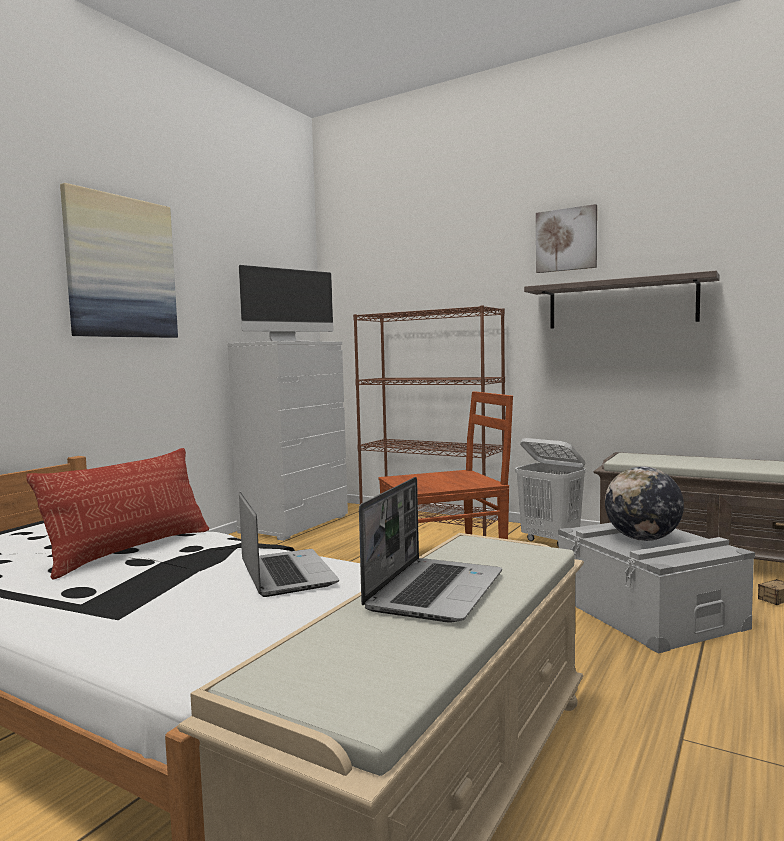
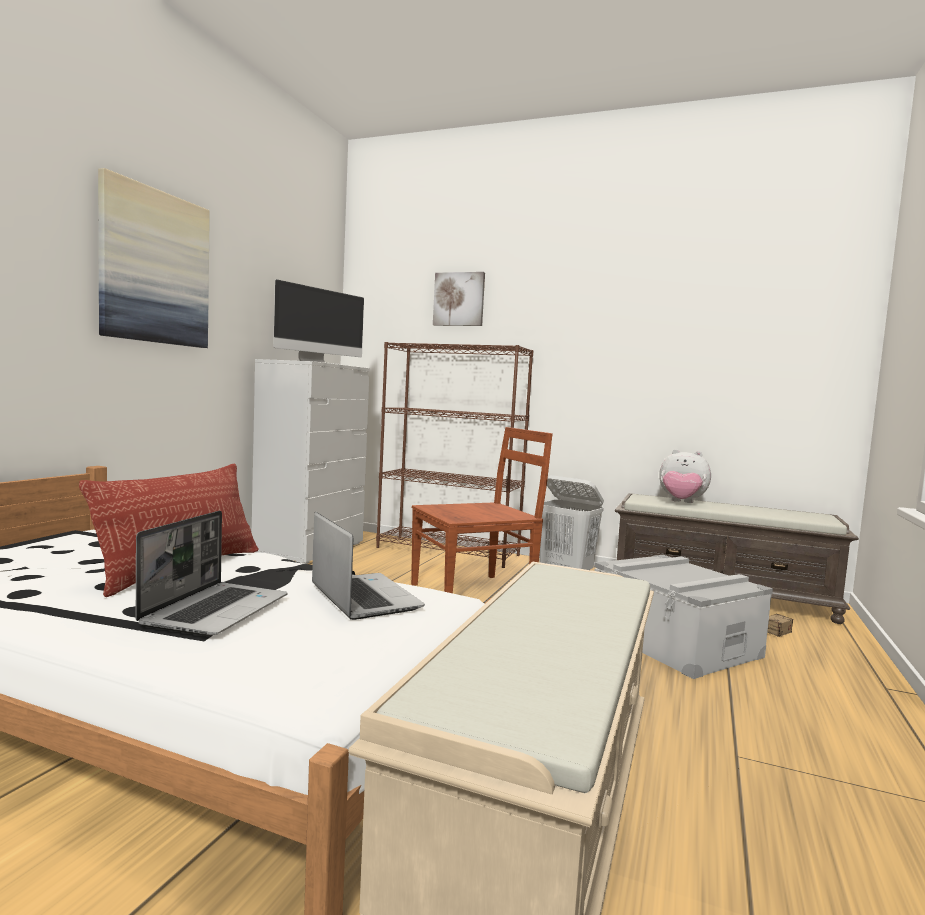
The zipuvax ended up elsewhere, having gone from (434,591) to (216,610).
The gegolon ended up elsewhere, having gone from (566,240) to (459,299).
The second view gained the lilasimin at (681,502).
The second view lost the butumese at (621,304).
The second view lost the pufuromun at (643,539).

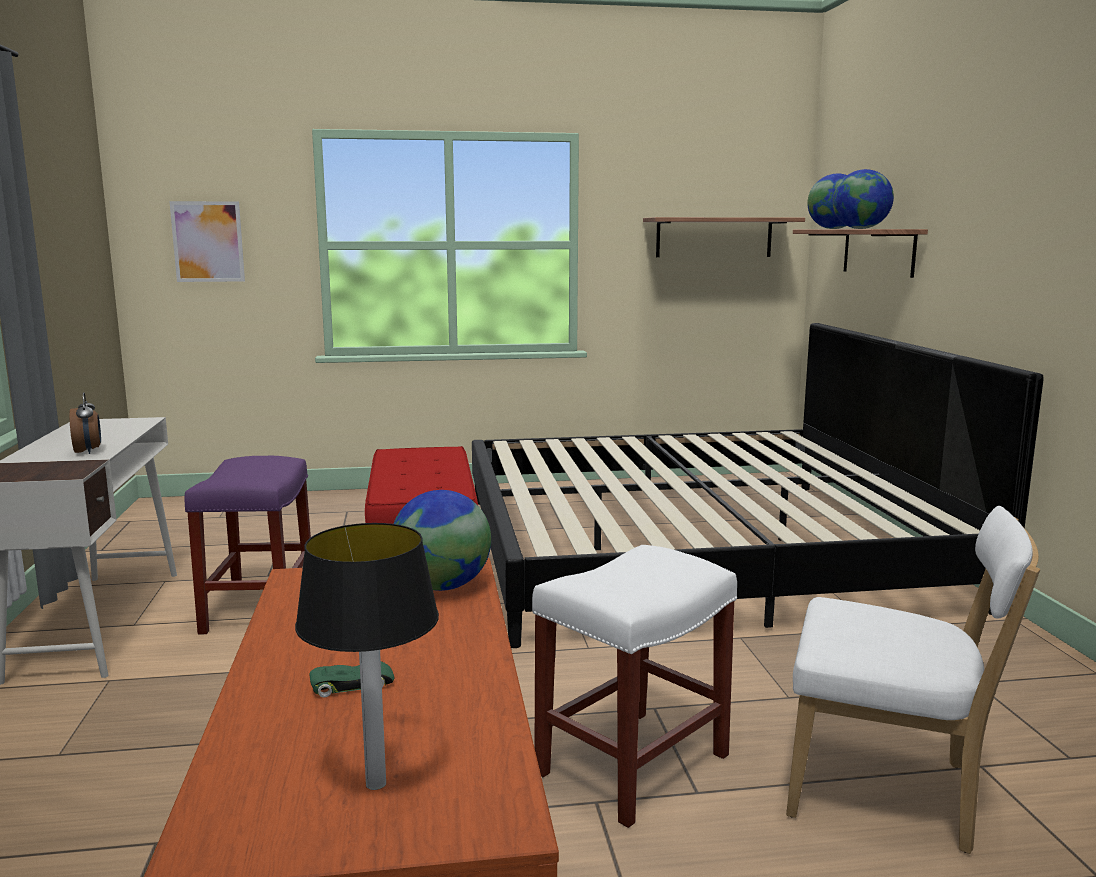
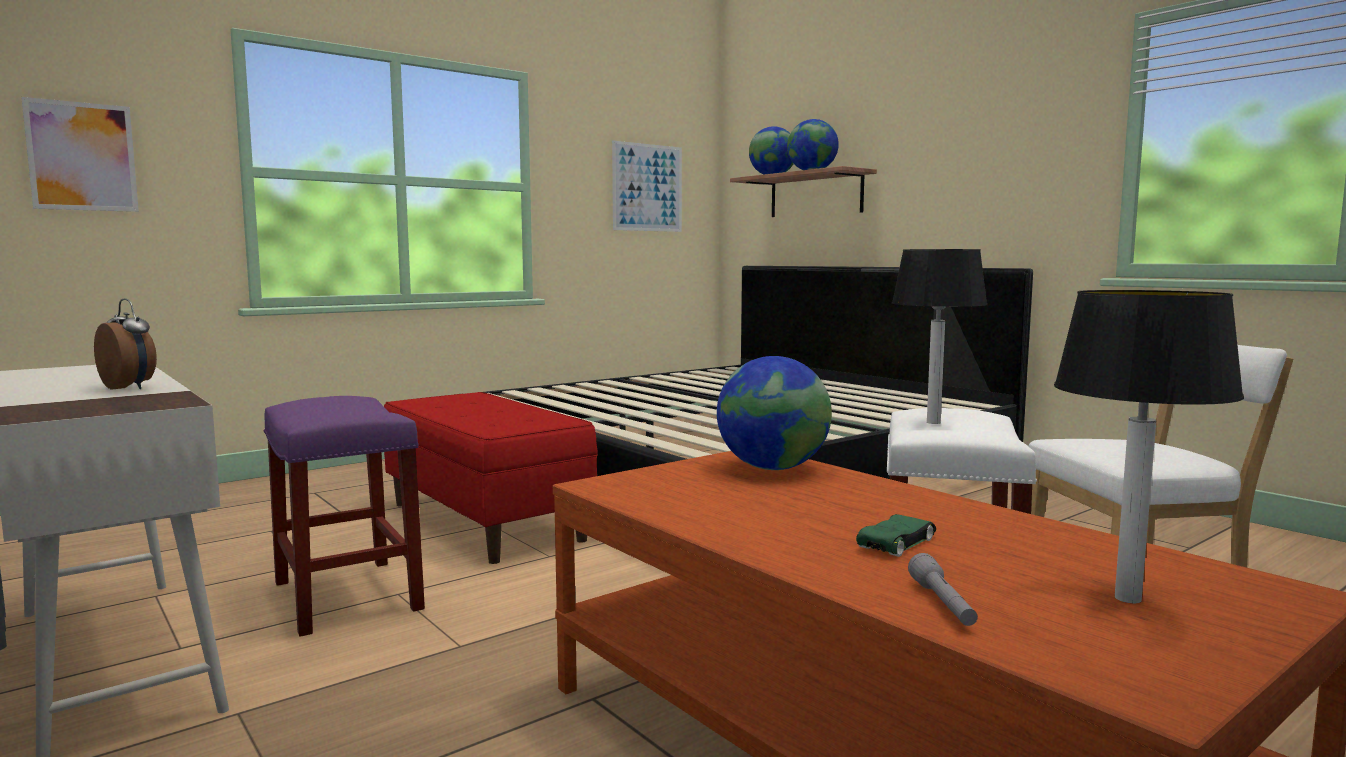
Where the butumese hung at (714,237), the gegolon came to hang at (647,187).
The second view gained the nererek at (934,422).
The second view gained the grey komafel at (942,604).

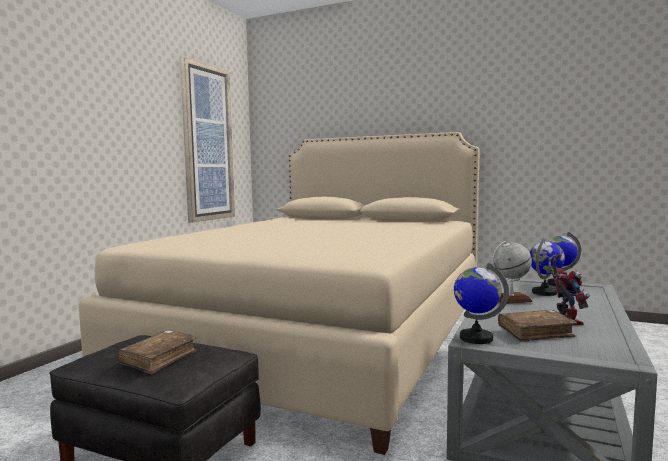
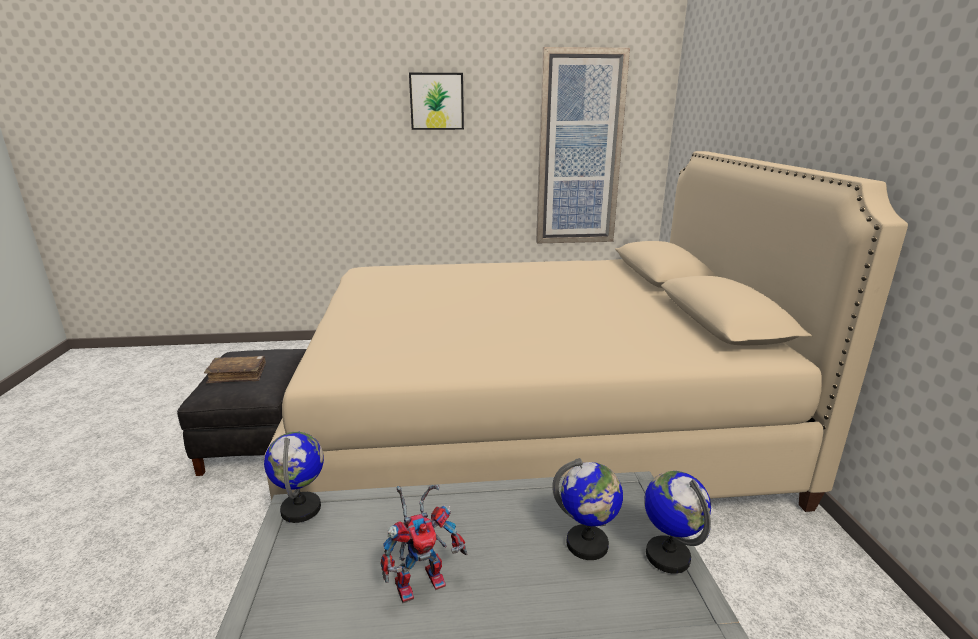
The second view gained the gegolon at (436,101).
The second view lost the pufuromun at (510,300).
The second view lost the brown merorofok at (535,333).

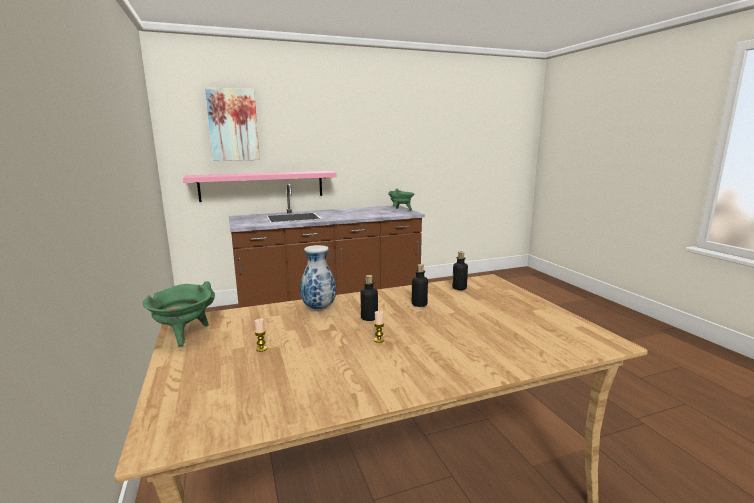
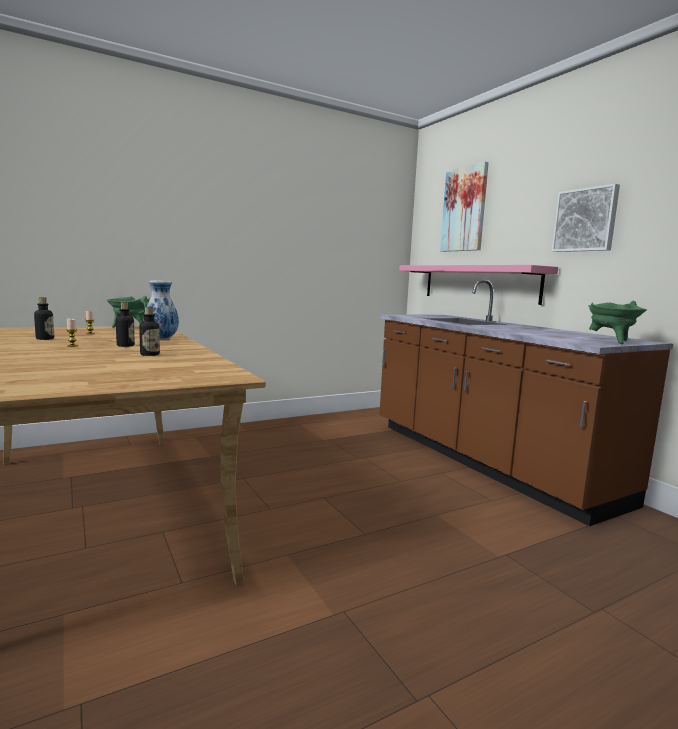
The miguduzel ended up elsewhere, having gone from (459,288) to (45,339).
The second view gained the gegolon at (585,220).

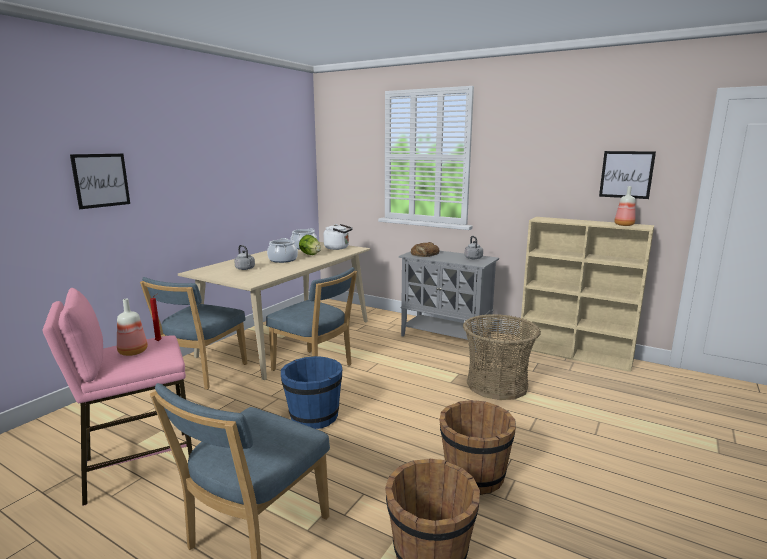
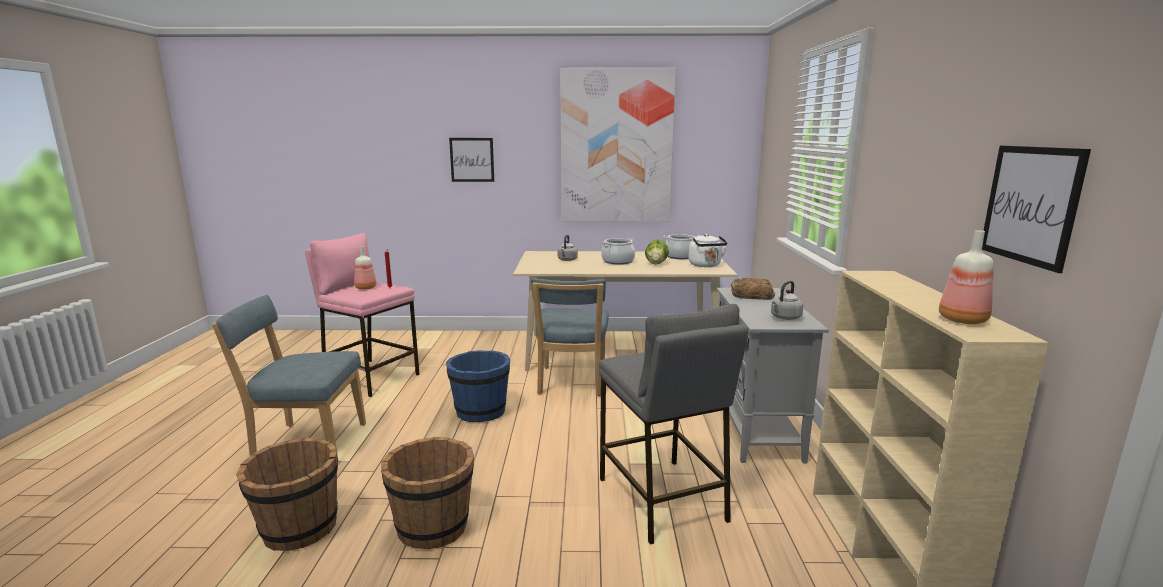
The second view gained the gegolon at (616,147).
Where the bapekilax stood at (497,385), the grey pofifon came to stand at (662,499).
The second view lost the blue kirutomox at (202,373).

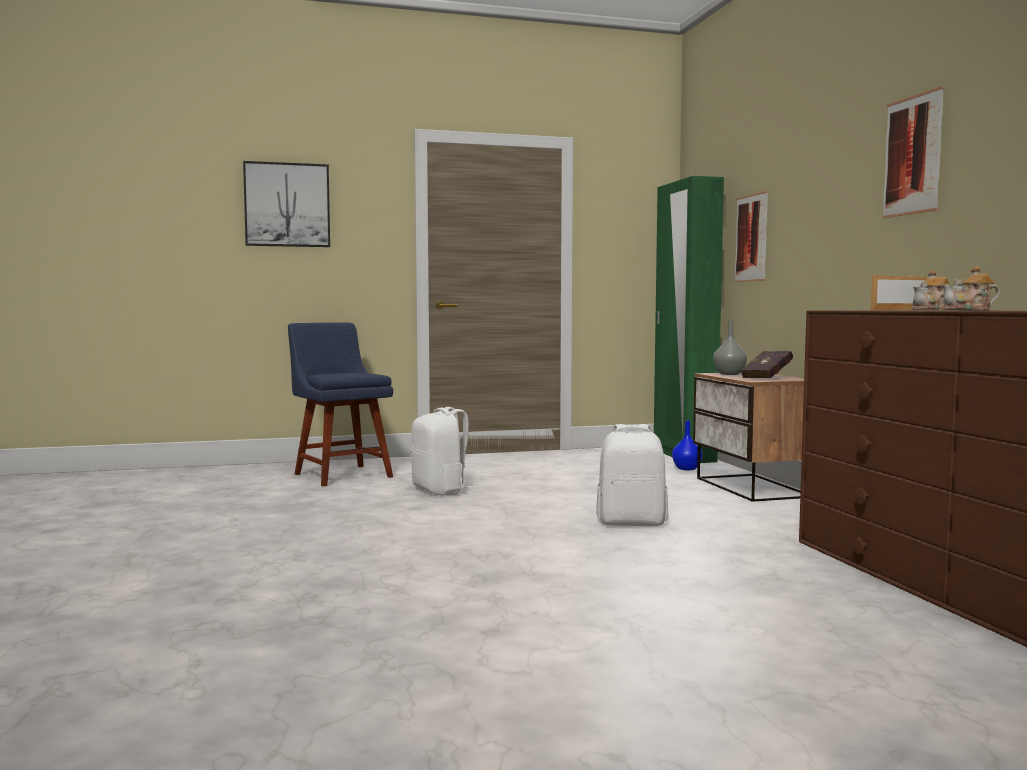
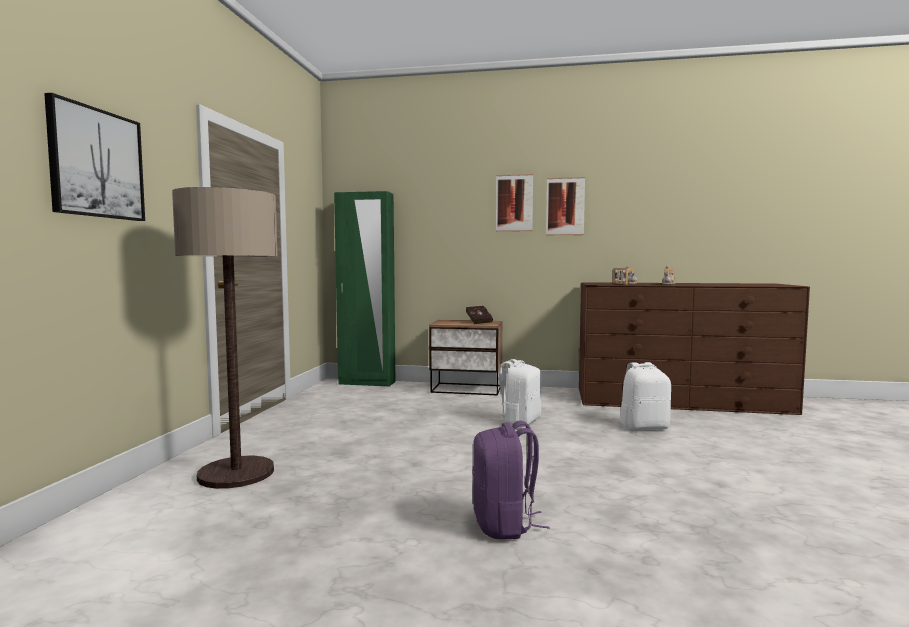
Where the blue kirutomox stood at (341,474), the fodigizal came to stand at (236,473).
The second view gained the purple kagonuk at (504,525).
The gegolon ended up elsewhere, having gone from (751,238) to (514,203).
The white kagonuk ended up elsewhere, having gone from (441,490) to (644,427).
The second view lost the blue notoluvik at (687,468).
The second view lost the grey notoluvik at (729,374).

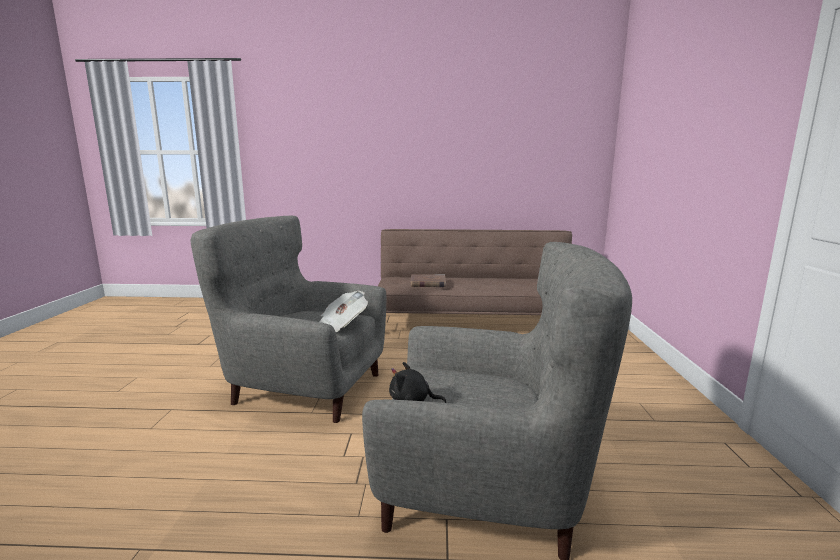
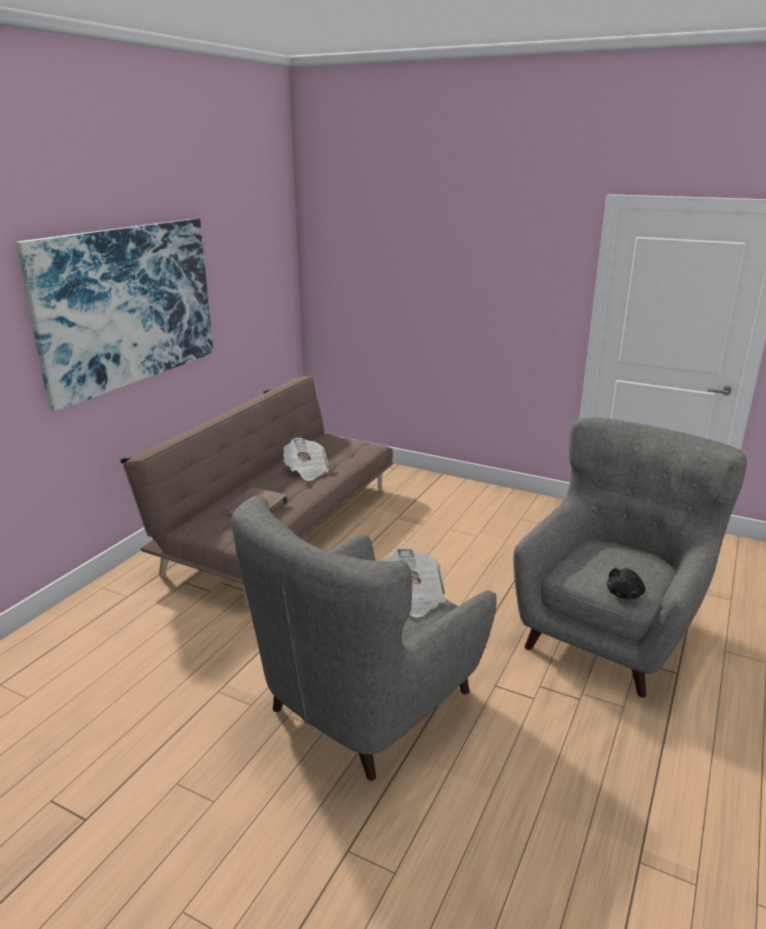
The second view gained the gegolon at (127,306).
The second view gained the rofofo at (306,471).

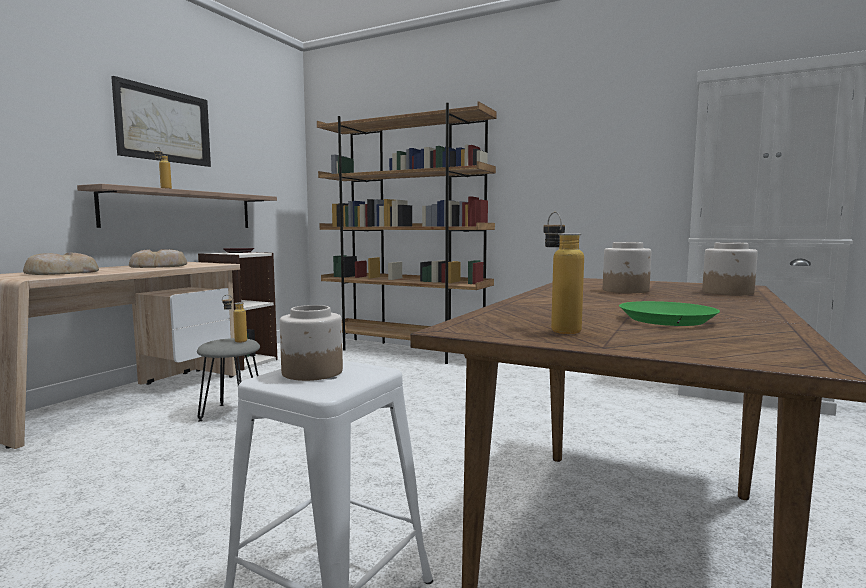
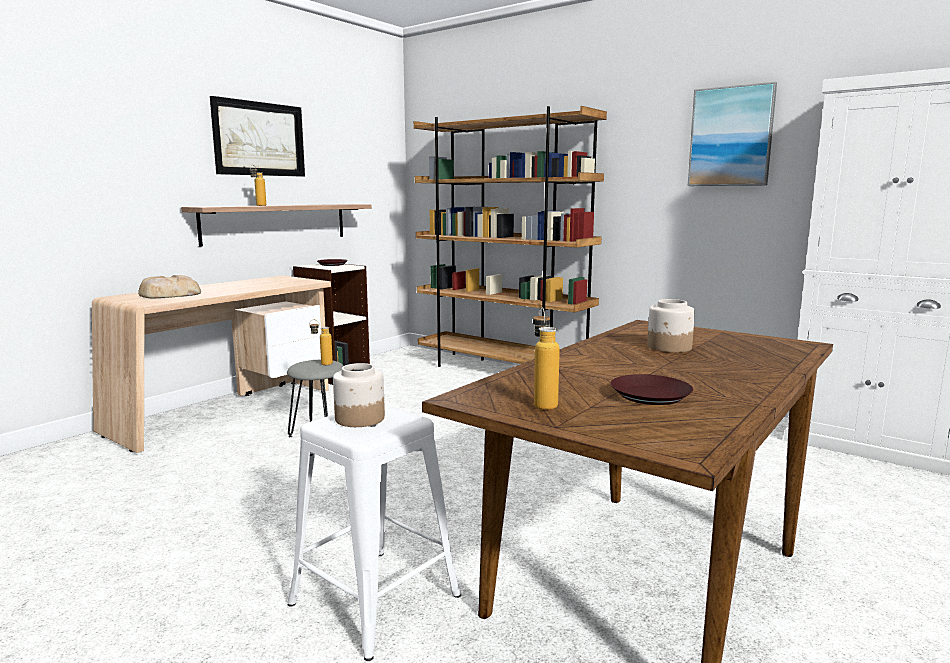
What was the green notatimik at (665,320) turned into the brown notatimik at (649,396).
The second view gained the gegolon at (731,137).
The second view lost the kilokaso at (159,266).
The second view lost the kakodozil at (728,292).

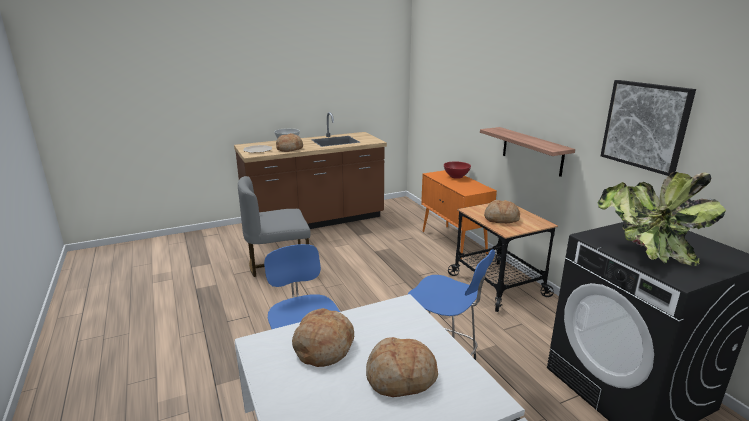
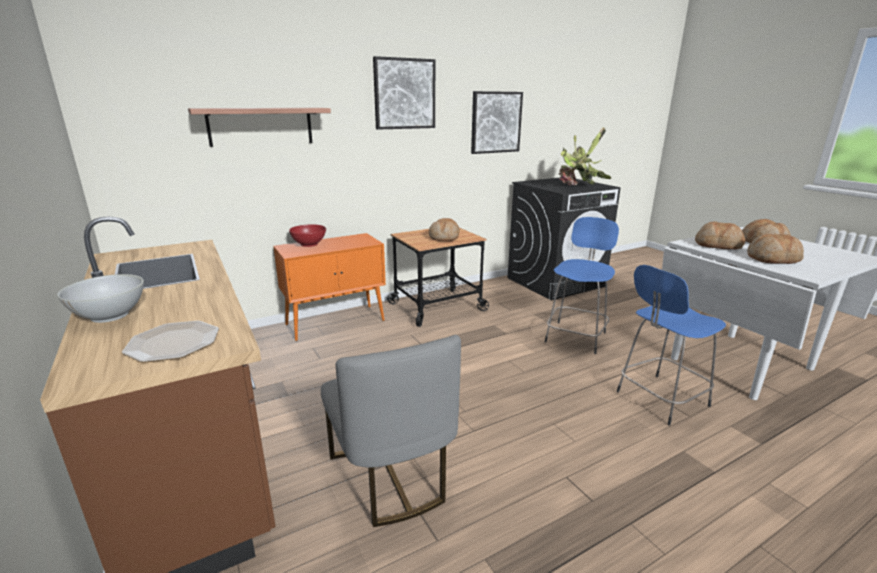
The butumese ended up elsewhere, having gone from (532,151) to (261,126).
The second view gained the gegolon at (404,94).
The kilokaso ended up elsewhere, having gone from (289,149) to (717,245).

